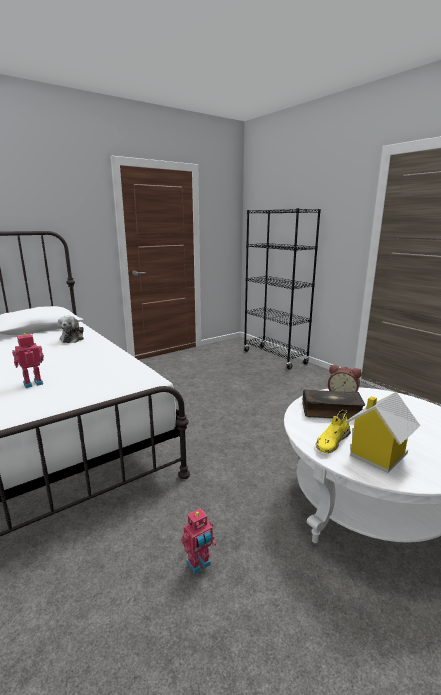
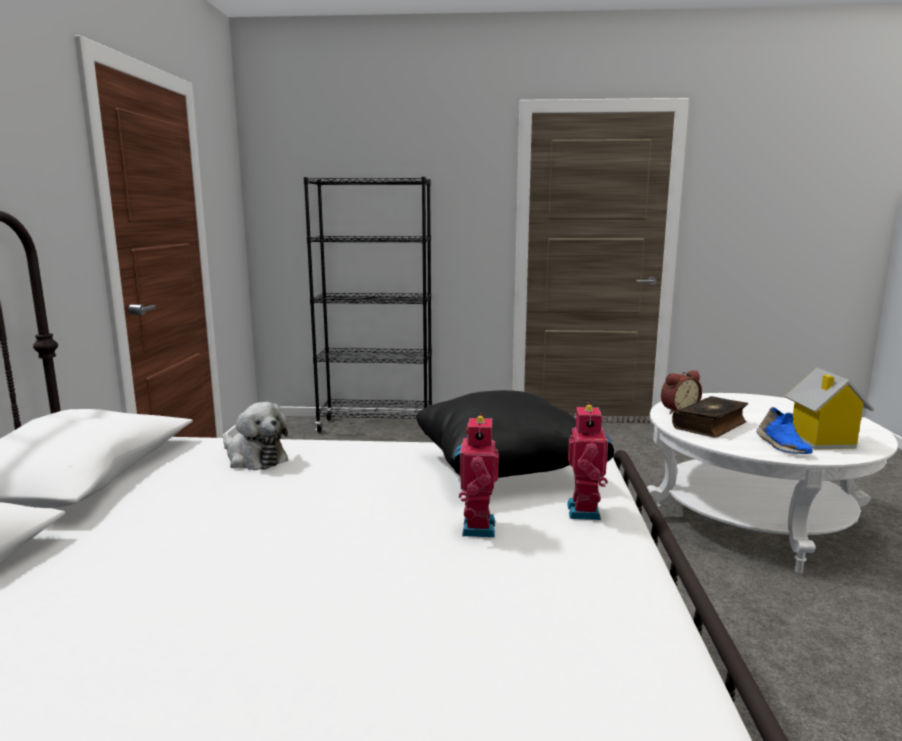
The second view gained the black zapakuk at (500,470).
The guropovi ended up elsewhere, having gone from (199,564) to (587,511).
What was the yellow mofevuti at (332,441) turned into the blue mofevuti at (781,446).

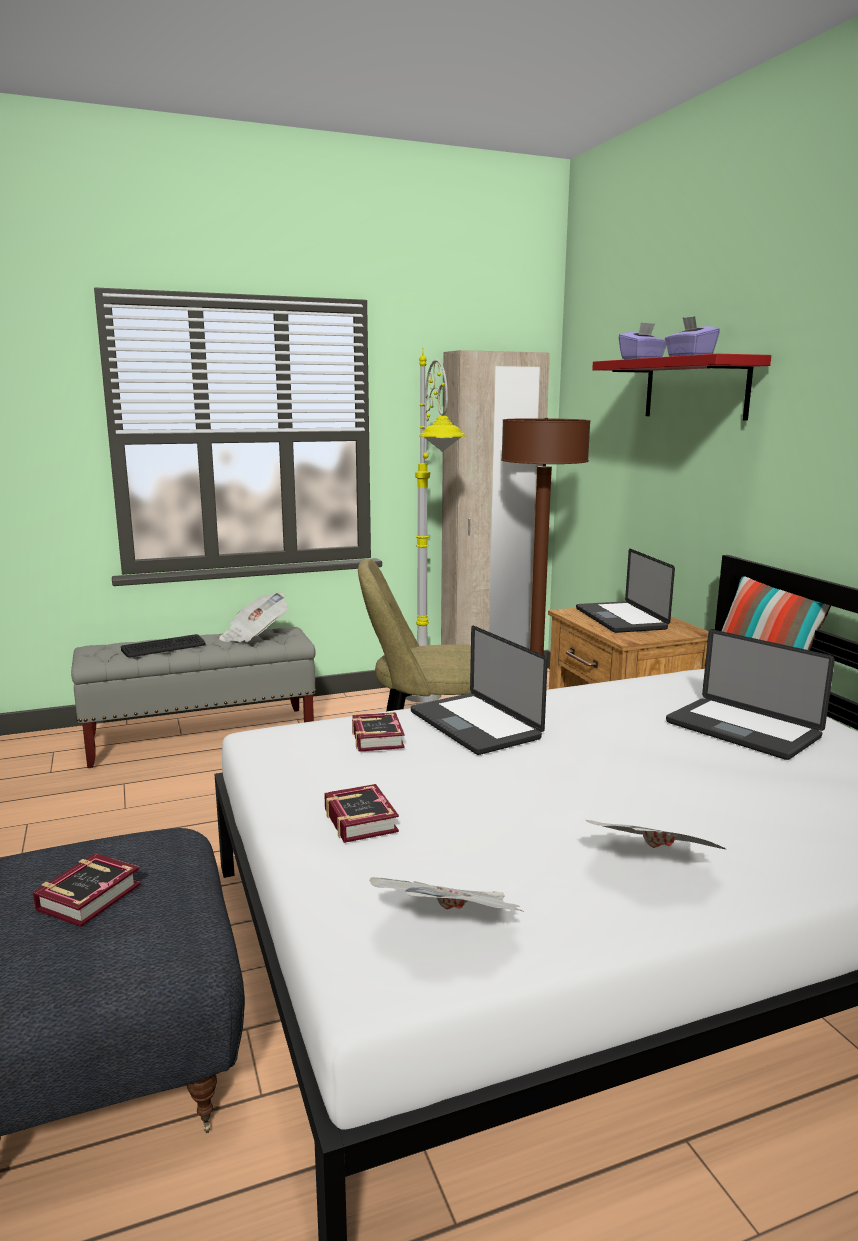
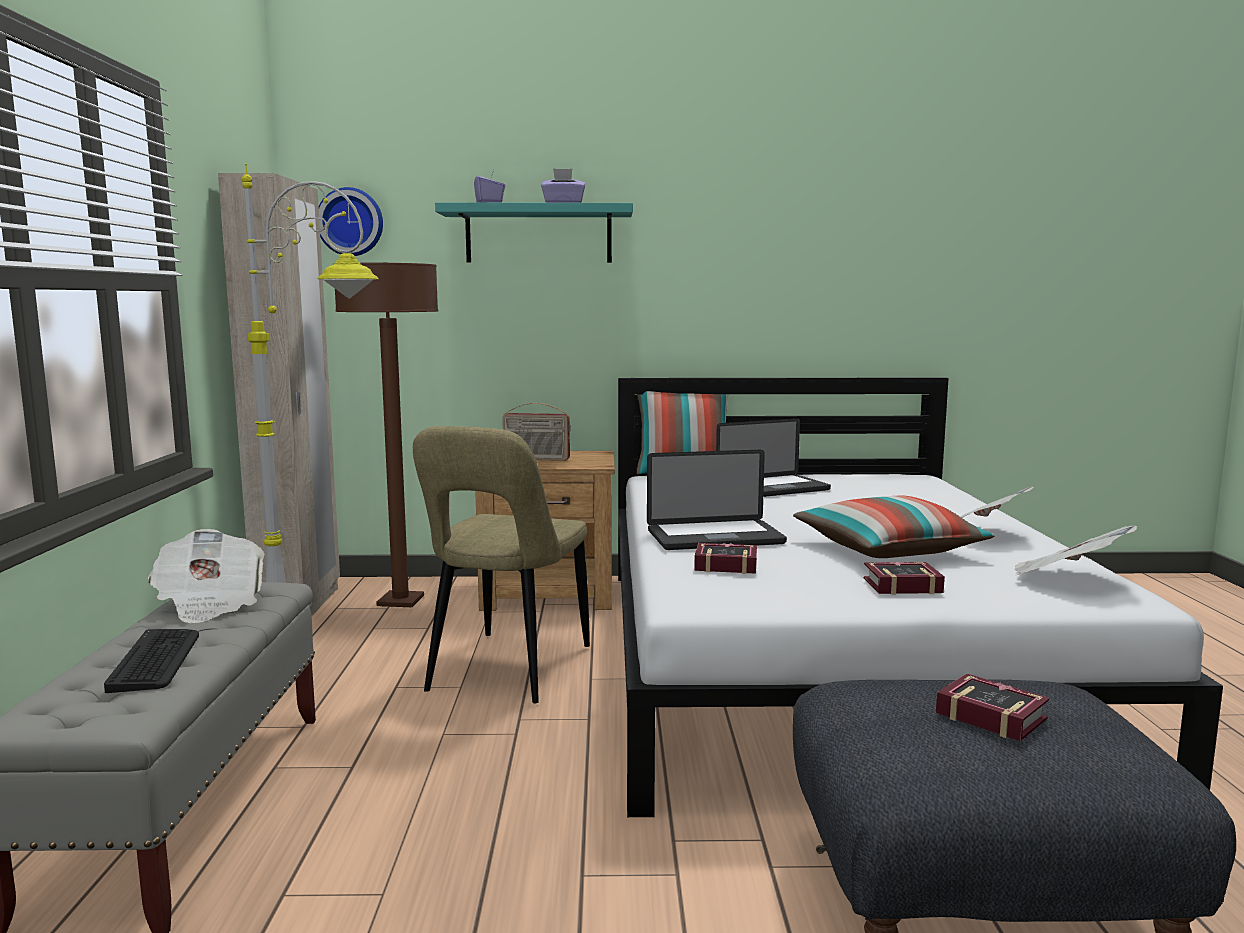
The second view gained the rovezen at (351,222).
What was the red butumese at (695,388) turned into the turquoise butumese at (538,235).
Where the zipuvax stood at (620,619), the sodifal came to stand at (536,459).
The second view gained the zapakuk at (888,550).

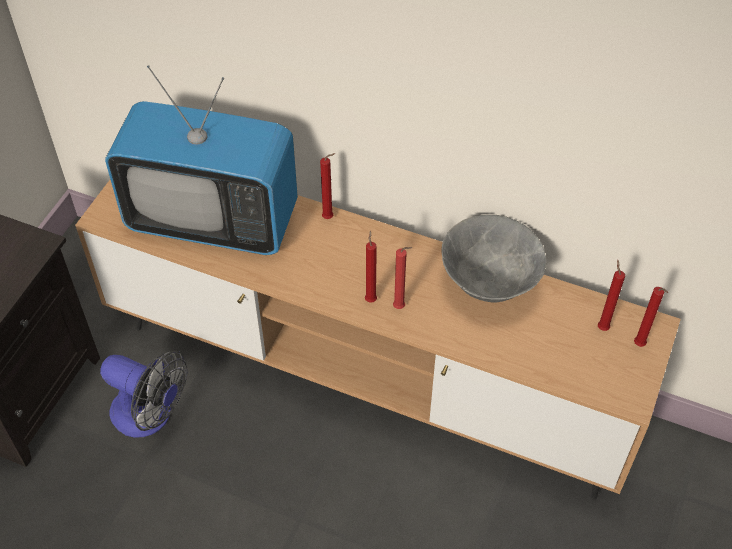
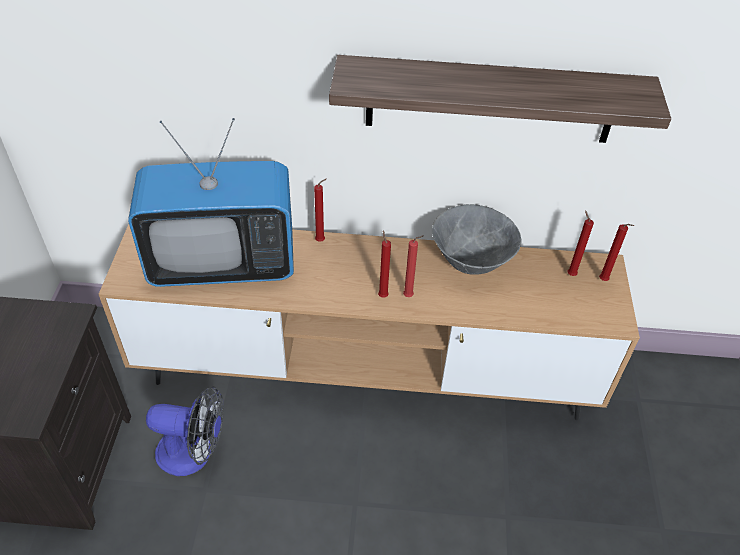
The second view gained the butumese at (490,100).

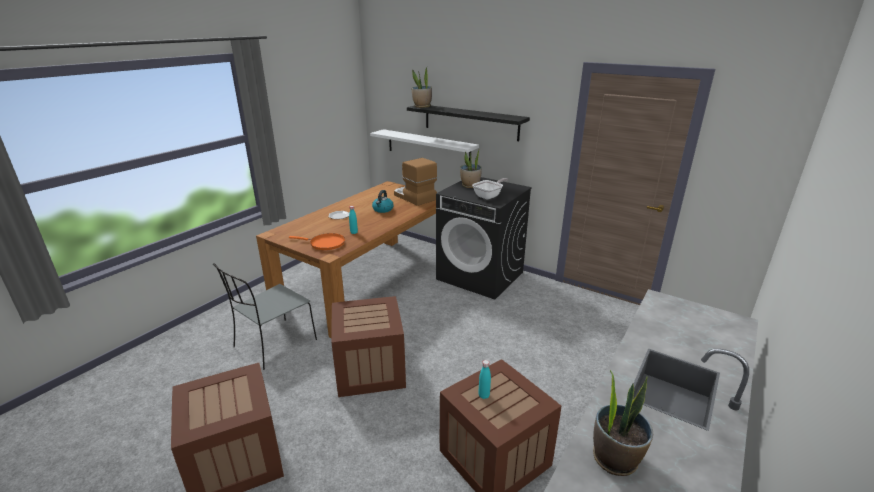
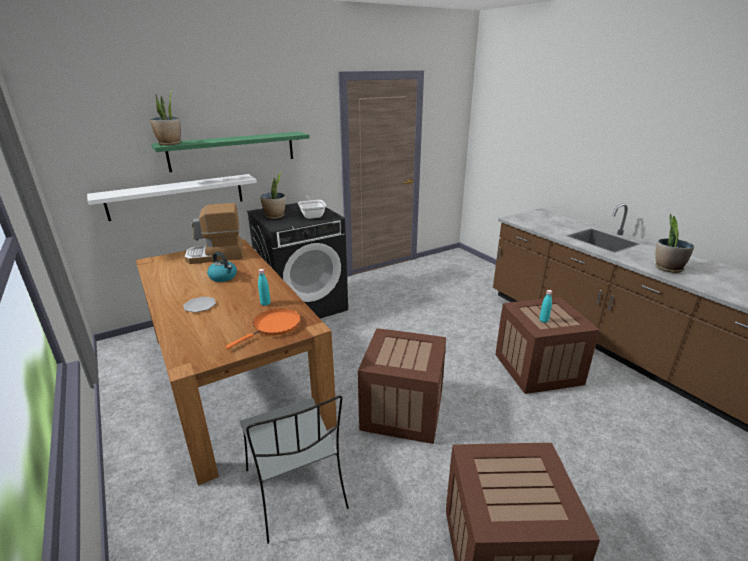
What was the black butumese at (470,122) turned into the green butumese at (233,151).

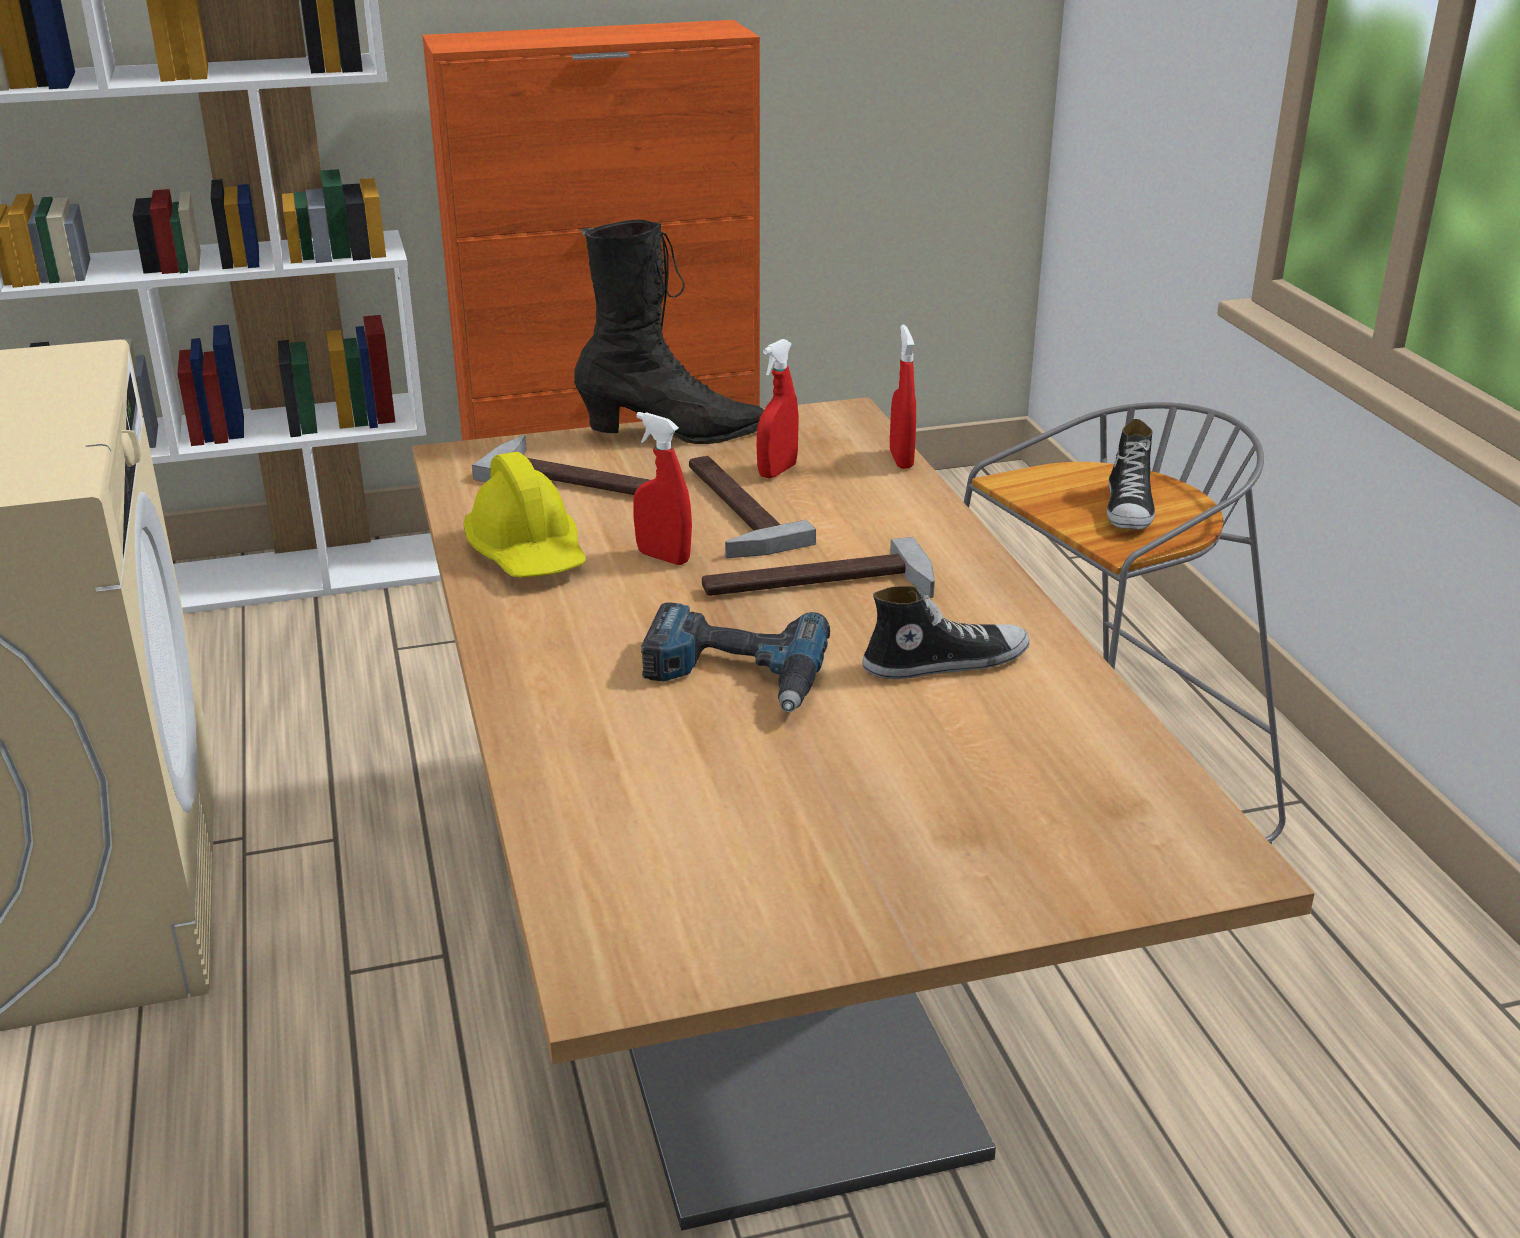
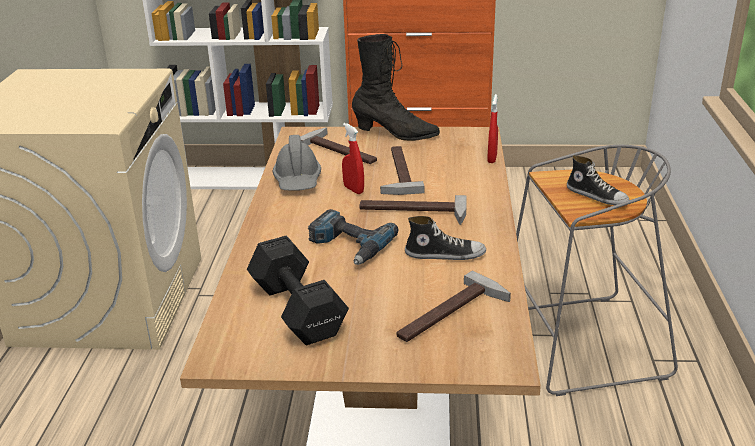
The second view gained the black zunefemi at (297,308).
What was the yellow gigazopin at (528,554) turned into the grey gigazopin at (298,180).
The second view gained the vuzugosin at (451,315).
The mofevuti at (1130,508) ended up facing another way, 75 degrees counterclockwise from before.
The second view lost the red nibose at (777,471).

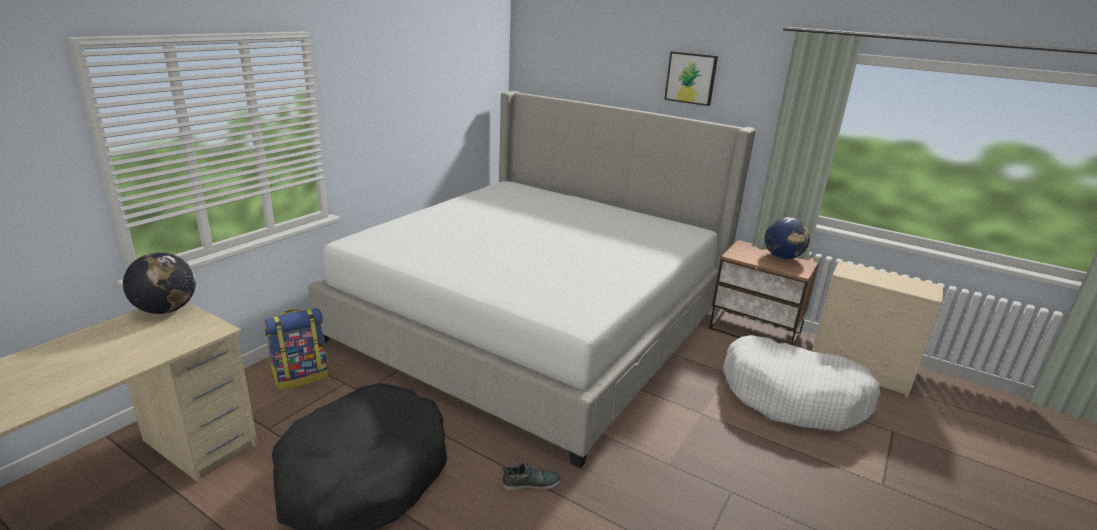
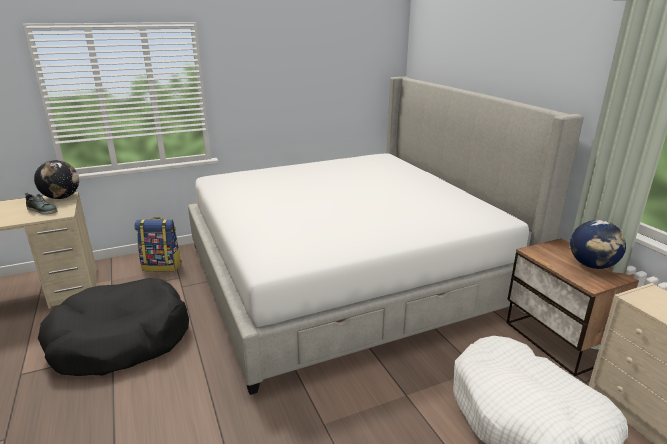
The mofevuti ended up elsewhere, having gone from (530,483) to (43,210).
The second view lost the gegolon at (691,78).

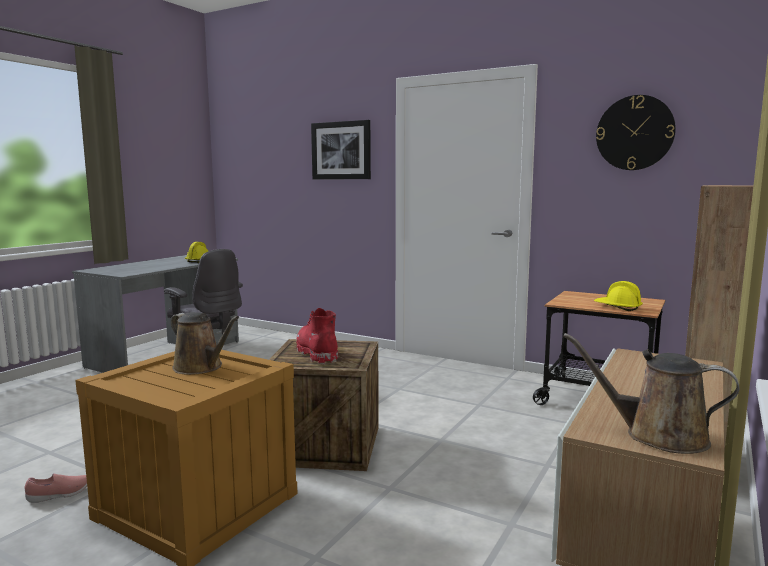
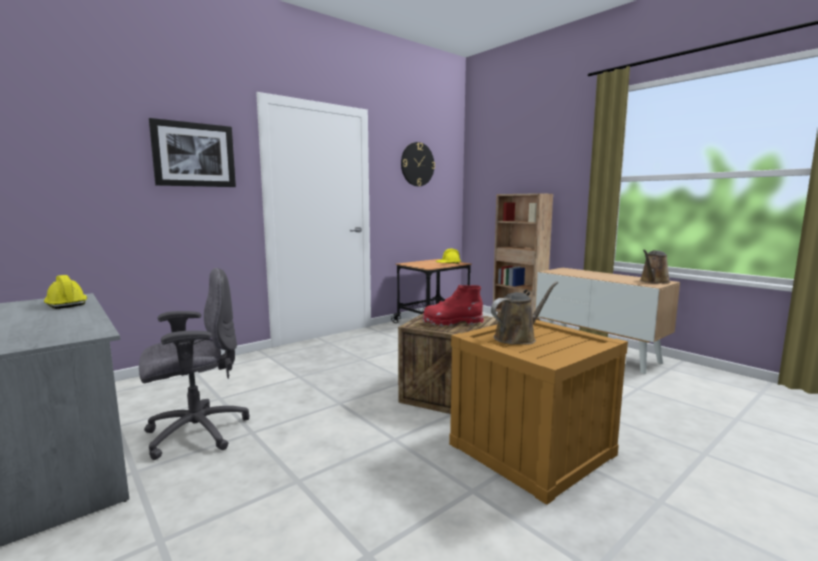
The second view lost the pink mofevuti at (59,495).

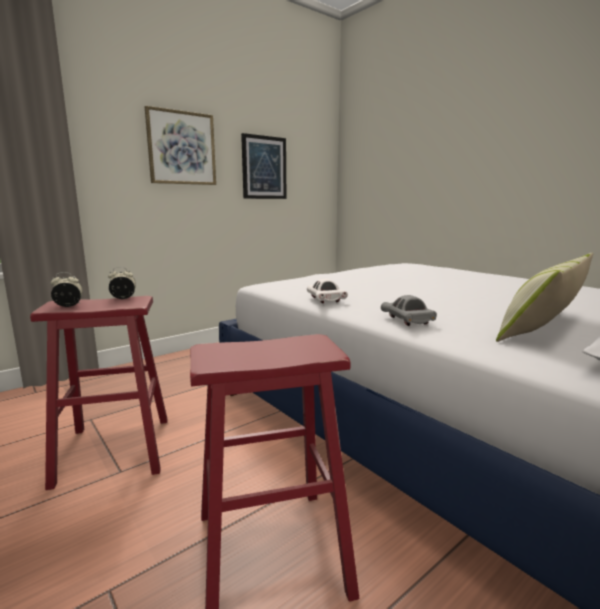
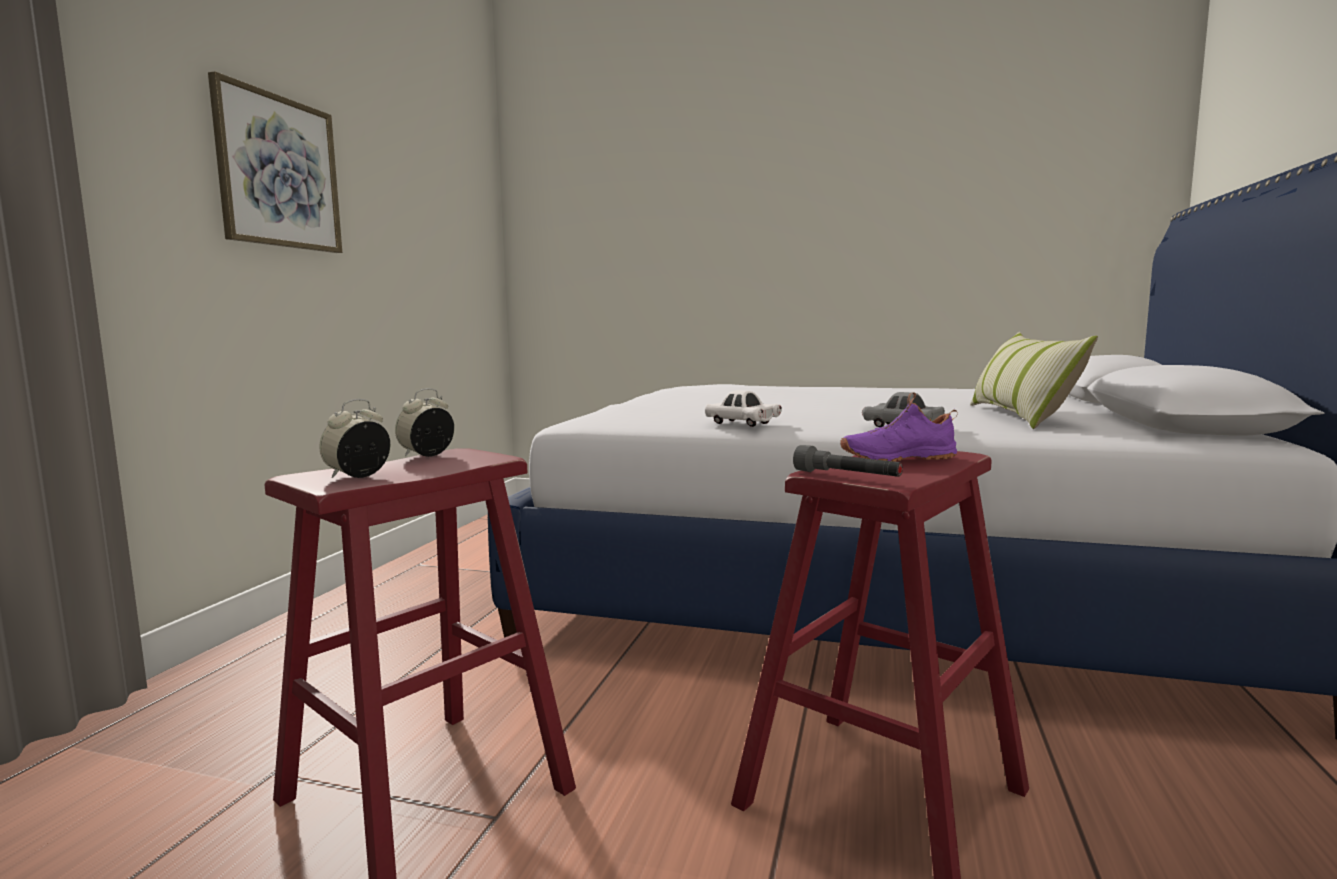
The second view gained the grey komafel at (847,476).
The second view gained the purple mofevuti at (897,458).
The second view lost the gegolon at (264,168).

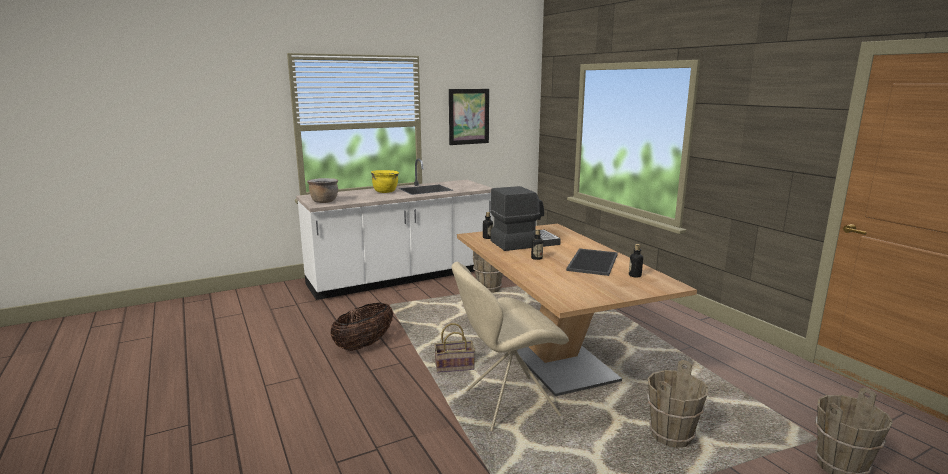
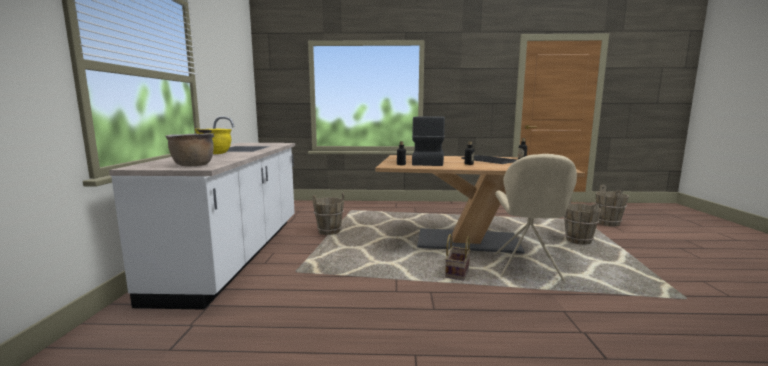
The second view lost the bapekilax at (364,345).
The second view lost the gegolon at (468,116).

